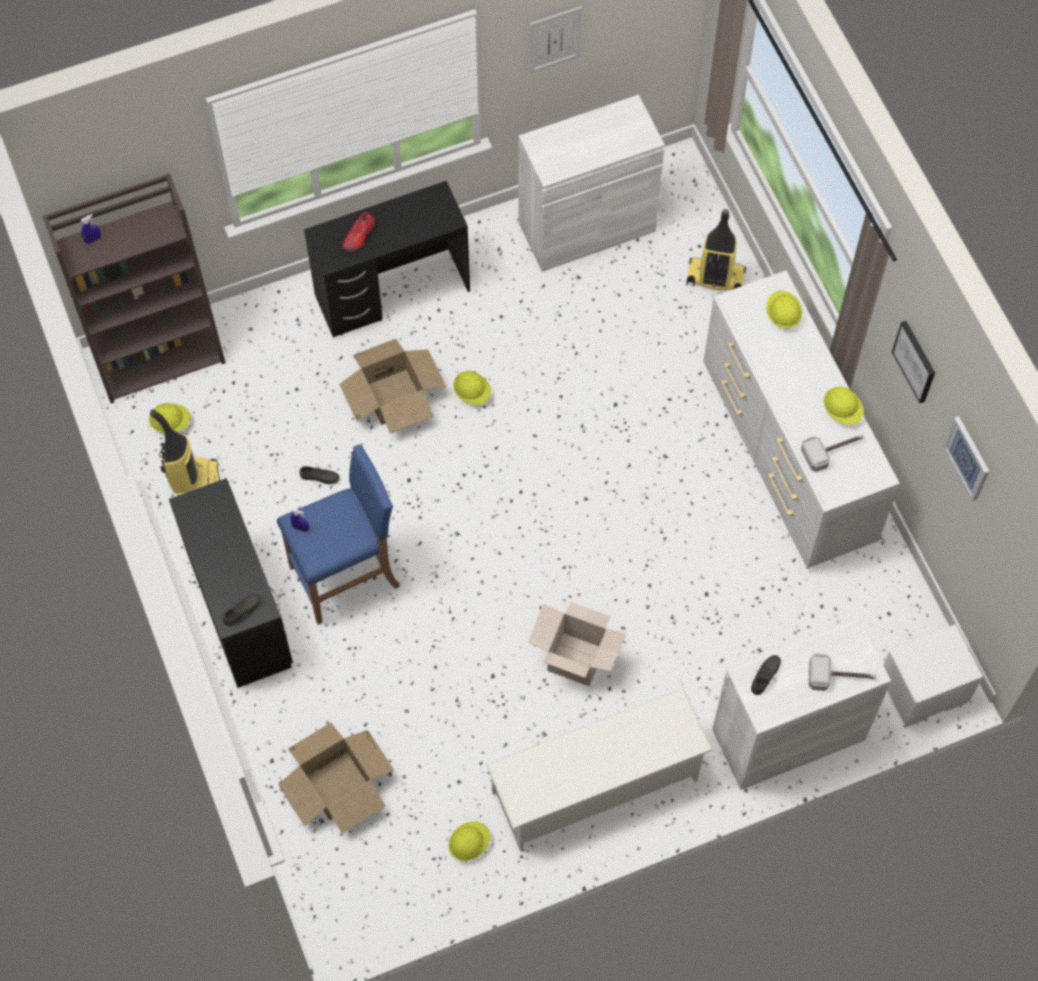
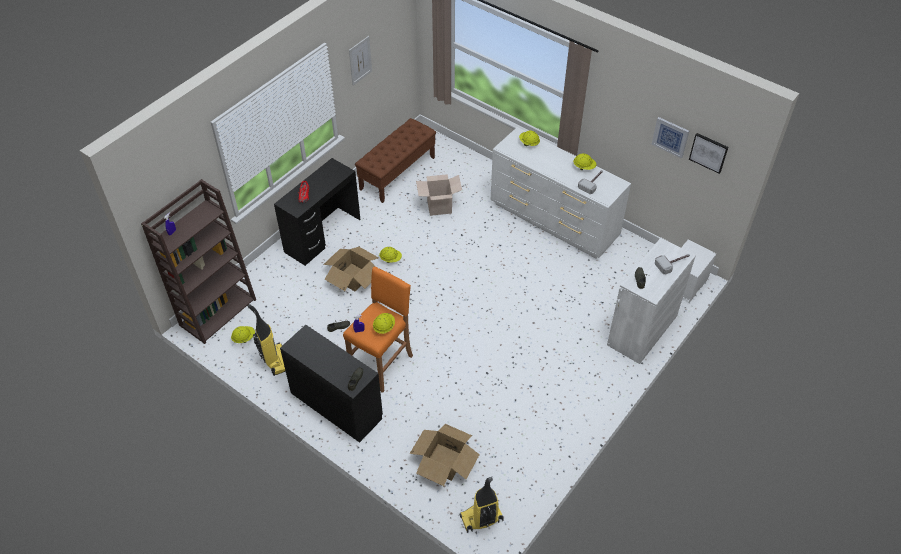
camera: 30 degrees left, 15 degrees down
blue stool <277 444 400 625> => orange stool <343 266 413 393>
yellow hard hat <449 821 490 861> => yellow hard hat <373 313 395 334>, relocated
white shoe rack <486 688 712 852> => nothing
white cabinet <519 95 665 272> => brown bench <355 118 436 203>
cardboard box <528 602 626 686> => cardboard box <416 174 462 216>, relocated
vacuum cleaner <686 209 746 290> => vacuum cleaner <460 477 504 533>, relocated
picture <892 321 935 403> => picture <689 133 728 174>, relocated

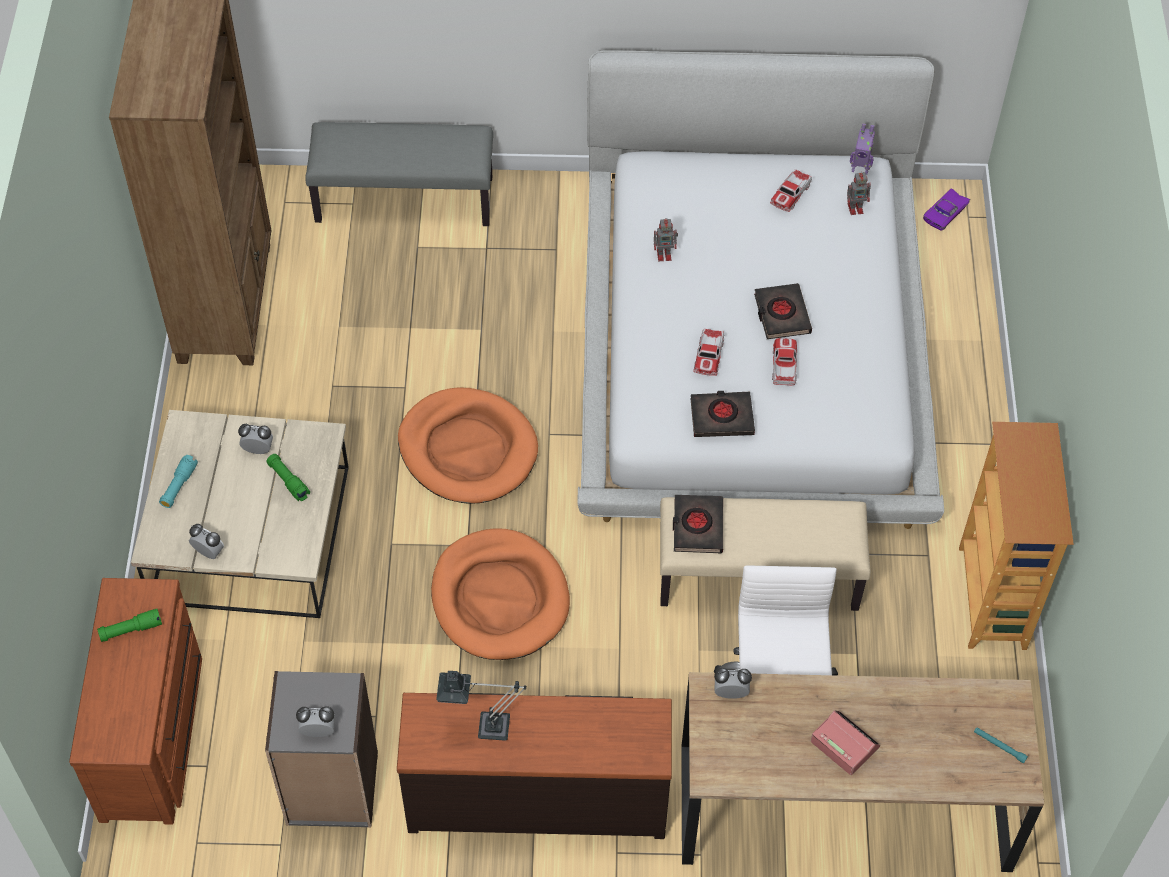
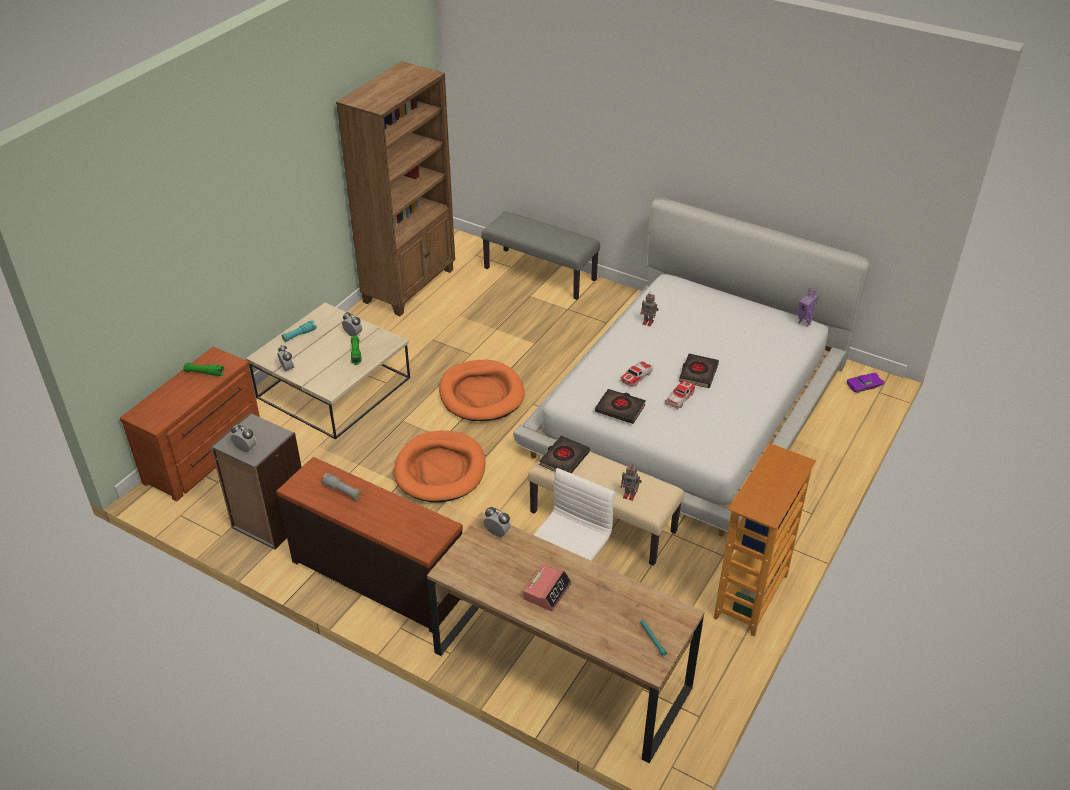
camera: 30 degrees right, 15 degrees down
table lamp <436 671 526 741> => grey flashlight <321 473 362 500>
toy car <770 169 812 212> => nothing
alarm clock <811 710 880 775> => alarm clock <523 564 572 611>, 45 degrees clockwise
toy robot <847 171 871 215> => toy robot <620 463 642 501>, relocated

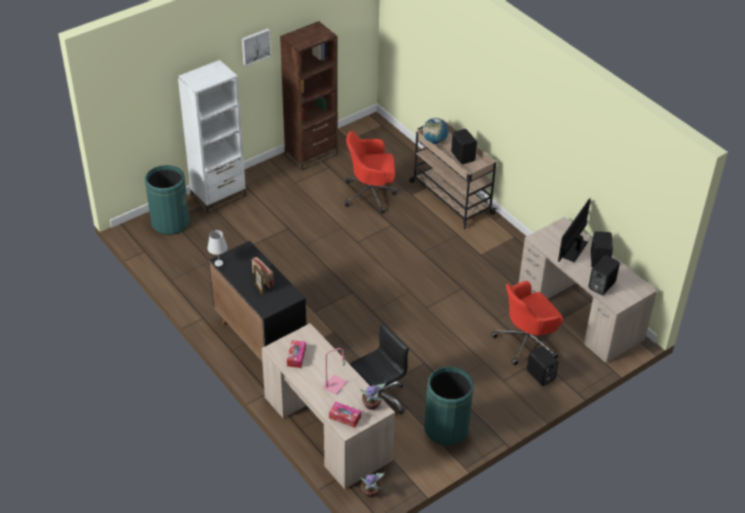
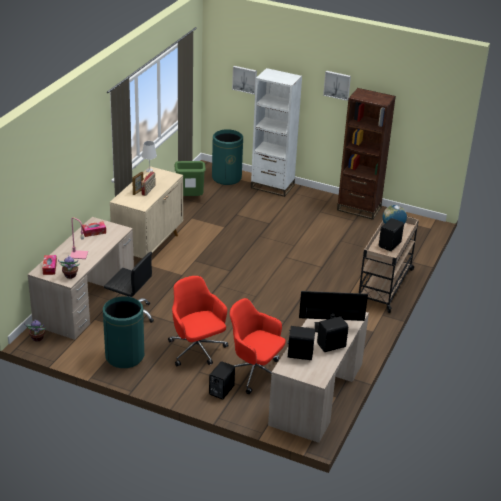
camera: 60 degrees right, 10 degrees down
black cabinet <209 241 306 362> => beige cabinet <110 166 183 258>
red office chair <345 131 397 214> => red office chair <168 276 229 366>, relocated
nothing => green trash can <174 161 206 196>
nothing => picture <232 66 257 95>

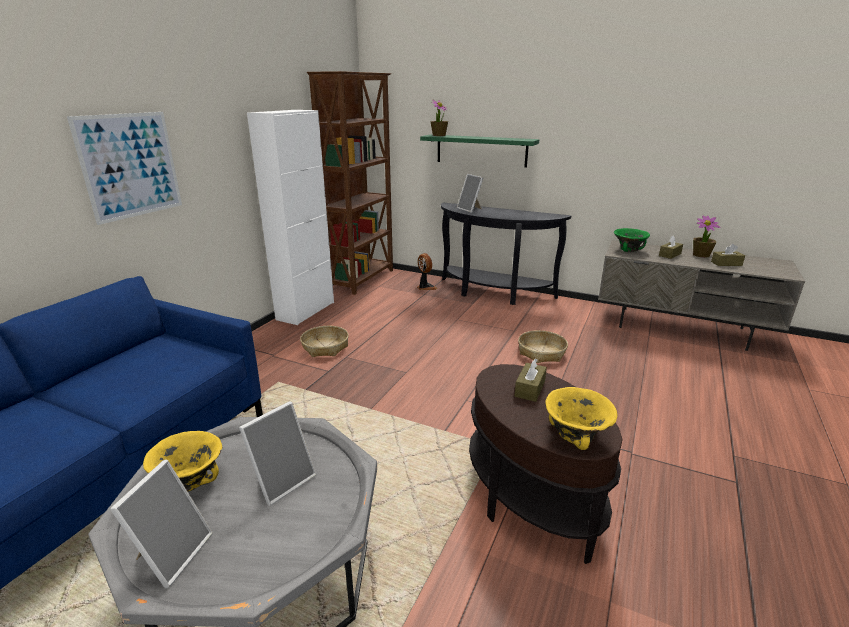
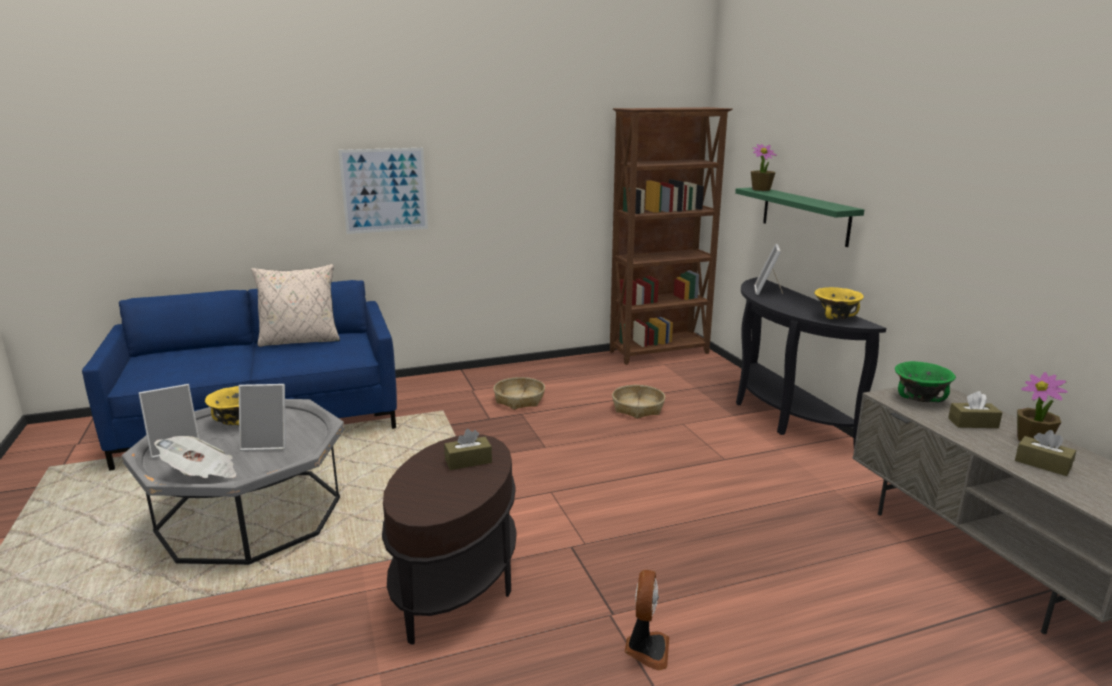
camera: 45 degrees right, 5 degrees down
white cabinet <247 110 334 325> => nothing
fan <417 253 437 290> => fan <625 570 669 670>, relocated
basket <518 330 568 363> => basket <612 385 665 419>, relocated
yellow bowl <546 387 617 450> => yellow bowl <814 287 864 319>, relocated
nothing => newspaper <154 436 236 478>
nothing => beige pillow <251 264 340 347>

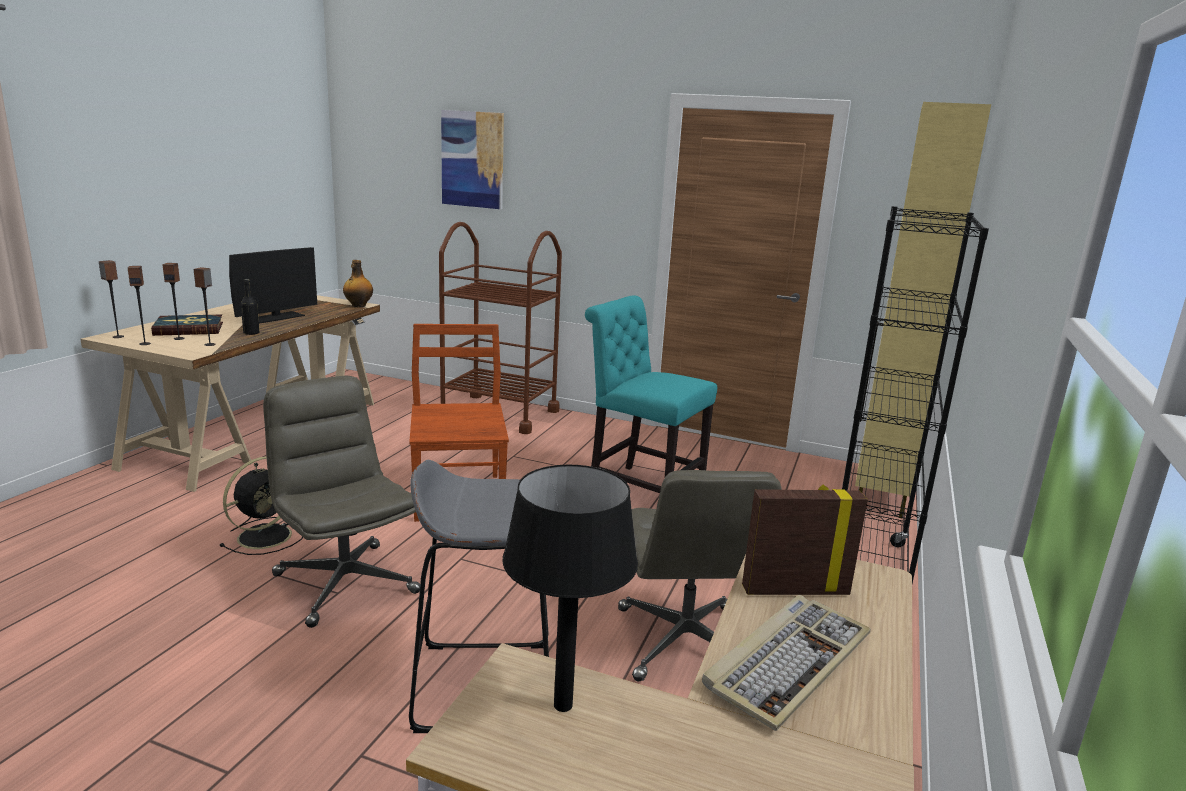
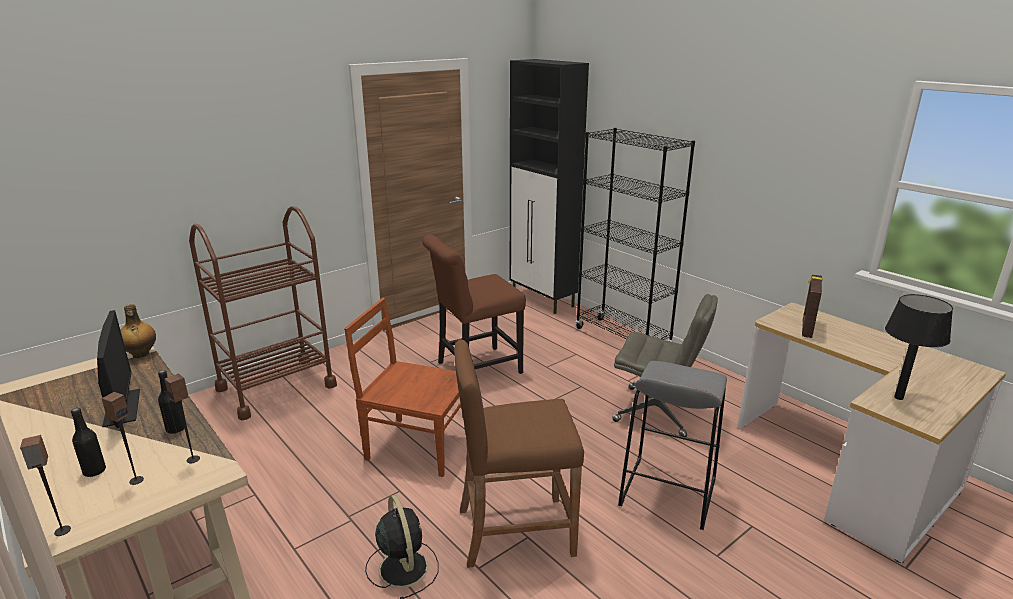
camera: 60 degrees left, 5 degrees up
speaker <128 266 151 345> => nothing
book <151 314 223 336> => black bottle <71 408 106 477>
grey office chair <263 376 420 628> => brown stool <454 340 584 568>
picture <441 110 504 209> => nothing
turquoise chair <585 296 717 493> => brown chair <422 235 526 374>
keyboard <702 595 871 731> => nothing
beige cabinet <855 102 991 519> => black cabinet <510 59 589 314>

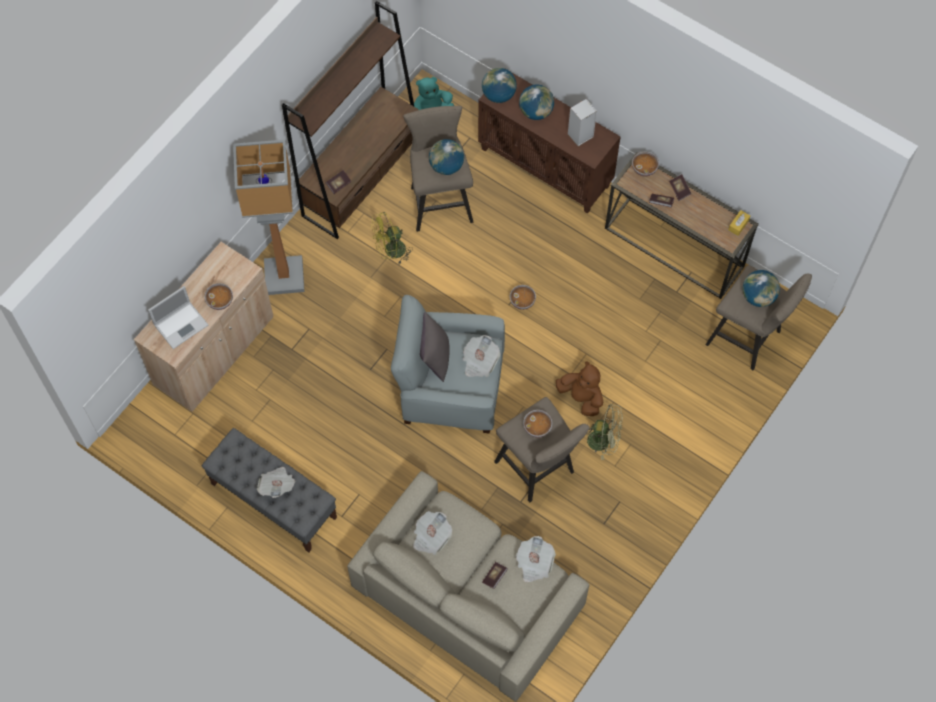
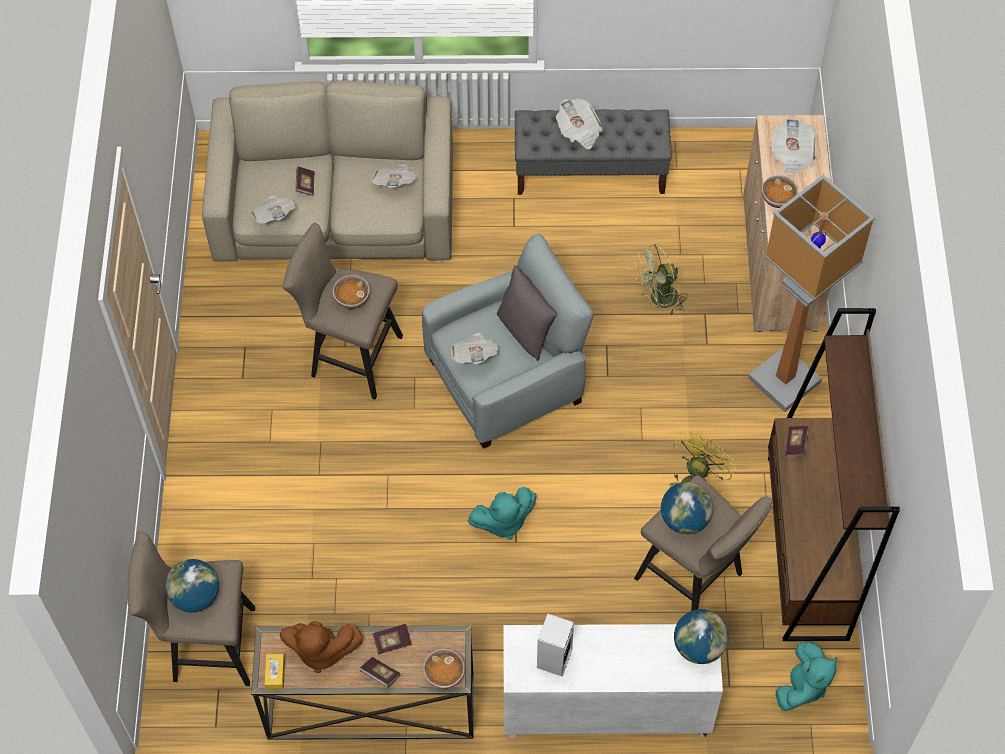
camera: 145 degrees right, 5 degrees down
laptop <148 286 208 349> => newspaper <770 117 817 176>
brown cabinet <478 72 621 214> => white cabinet <503 624 723 738>
bowl <510 285 536 310> => turquoise plush toy <468 487 536 540>
globe <519 84 554 120> => nothing
brown plush toy <556 361 603 416> => brown plush toy <279 621 363 673>, relocated
green fan <586 404 623 460> => green fan <635 244 688 315>, relocated

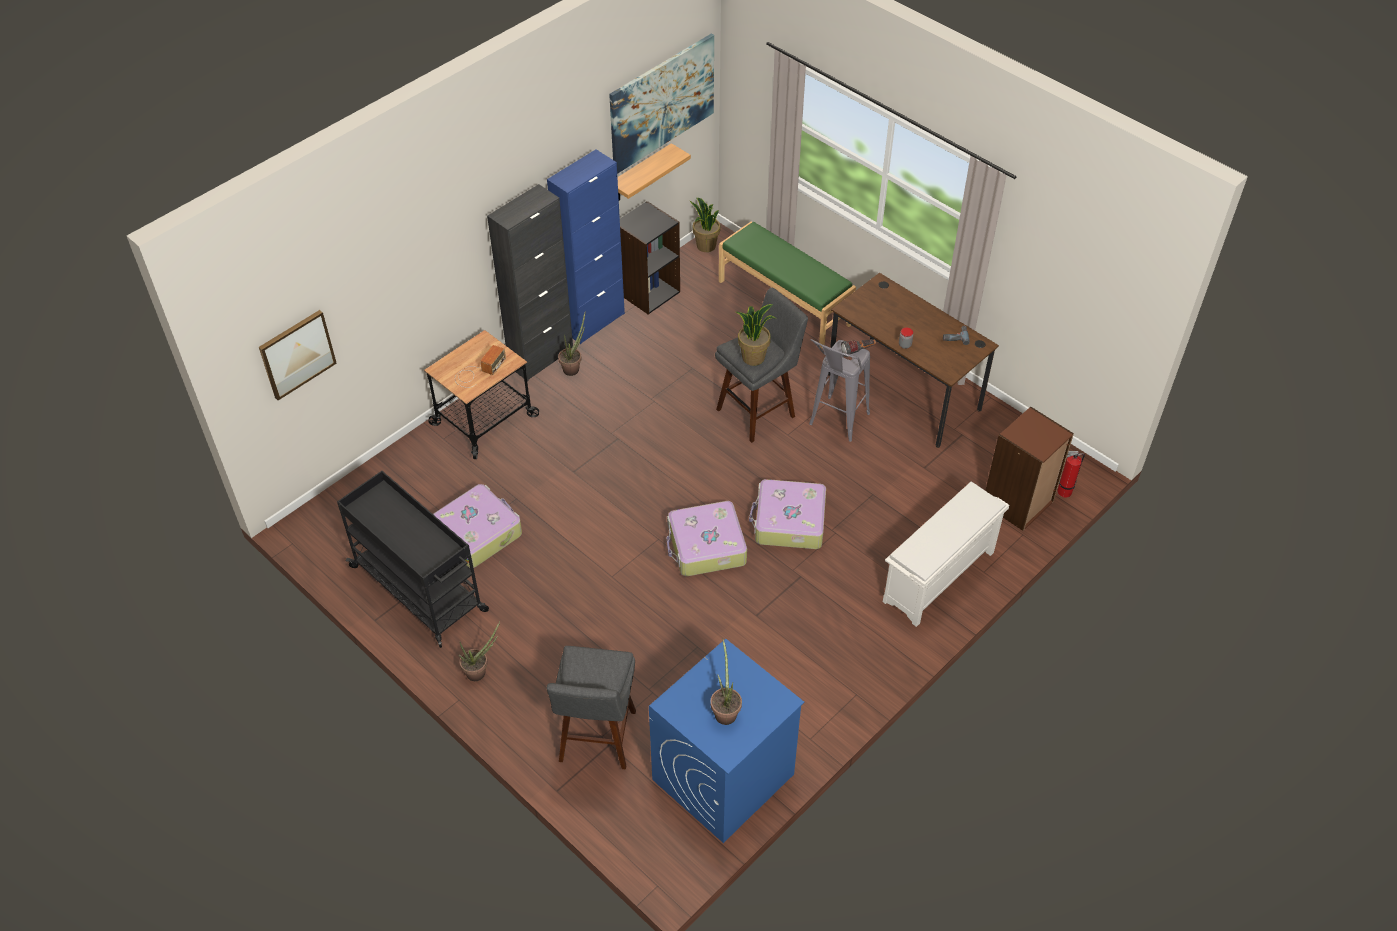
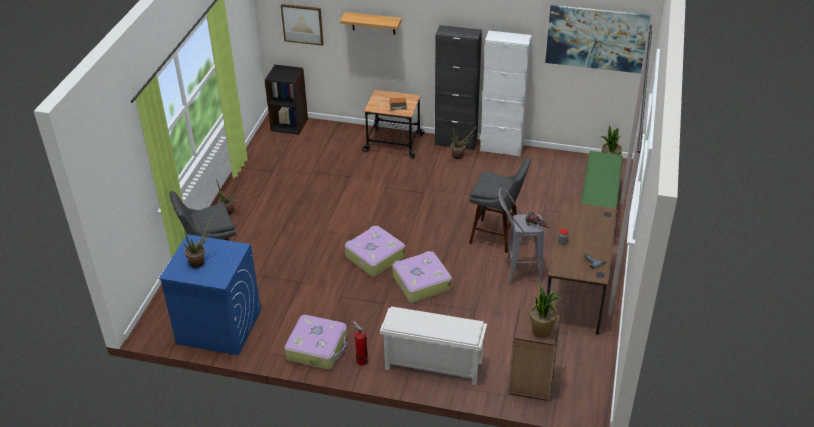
camera: 60 degrees right, 10 degrees down
black cart <337 471 489 648> => nothing
suitcase <433 484 522 568> => suitcase <284 315 348 369>, relocated
blue cabinet <547 149 625 344> => white cabinet <480 31 532 157>
shelf <617 143 691 200> => shelf <340 12 402 35>, relocated
black bookcase <620 201 680 315> => black bookcase <265 64 308 135>, relocated
potted plant <736 304 776 366> => potted plant <530 285 562 338>, relocated
fire extinguisher <1057 451 1085 497> => fire extinguisher <353 321 368 365>, relocated

